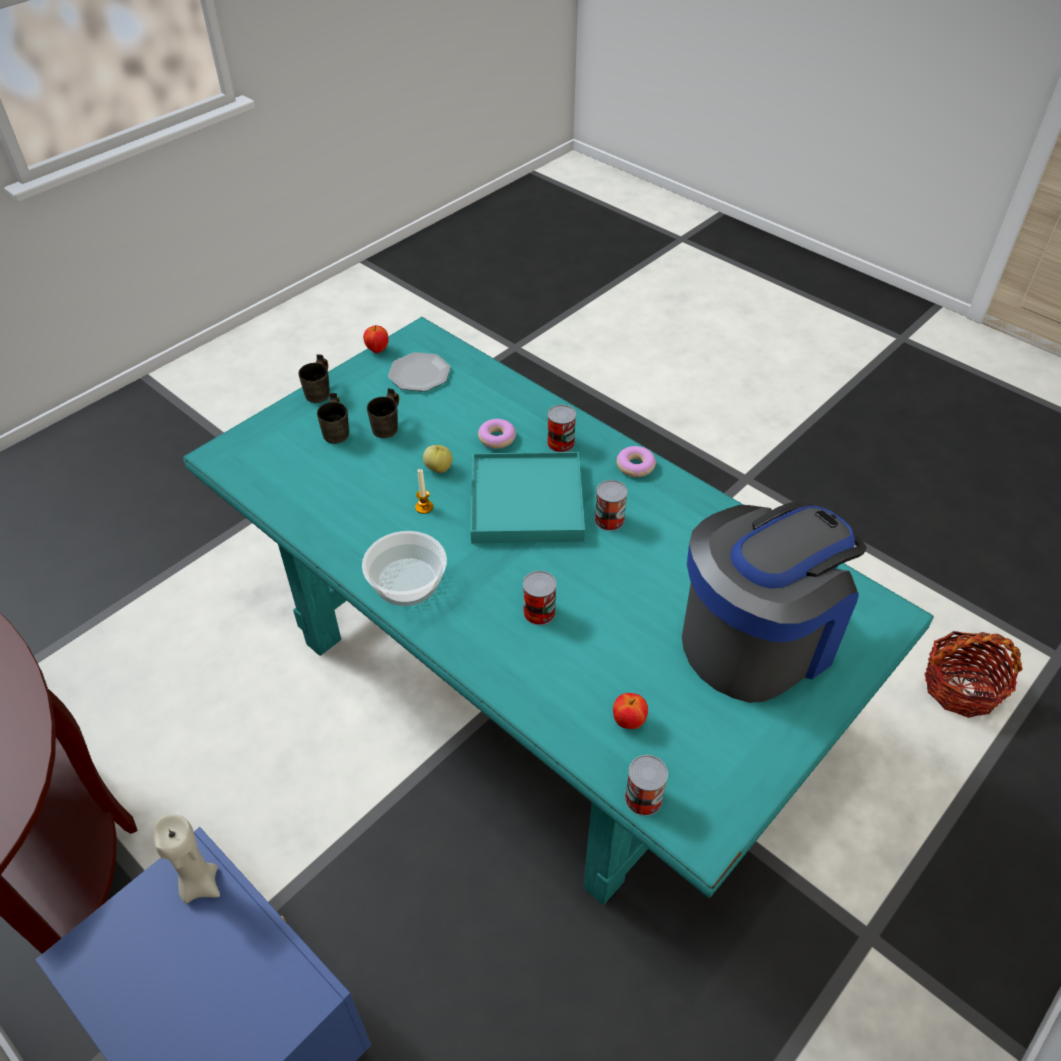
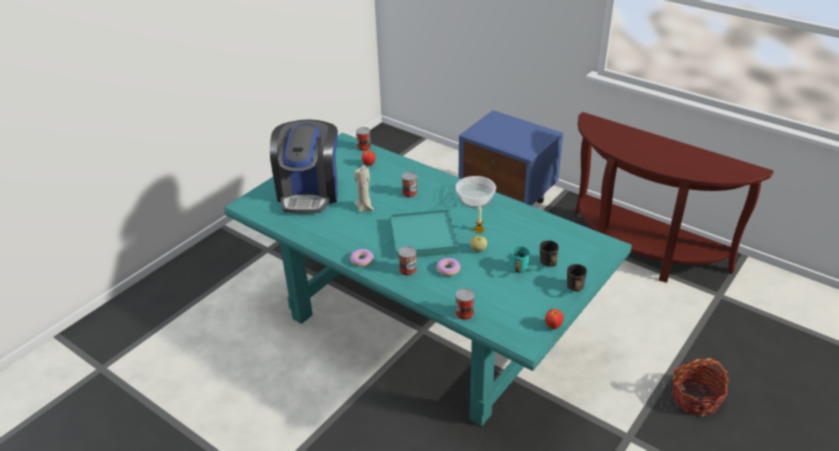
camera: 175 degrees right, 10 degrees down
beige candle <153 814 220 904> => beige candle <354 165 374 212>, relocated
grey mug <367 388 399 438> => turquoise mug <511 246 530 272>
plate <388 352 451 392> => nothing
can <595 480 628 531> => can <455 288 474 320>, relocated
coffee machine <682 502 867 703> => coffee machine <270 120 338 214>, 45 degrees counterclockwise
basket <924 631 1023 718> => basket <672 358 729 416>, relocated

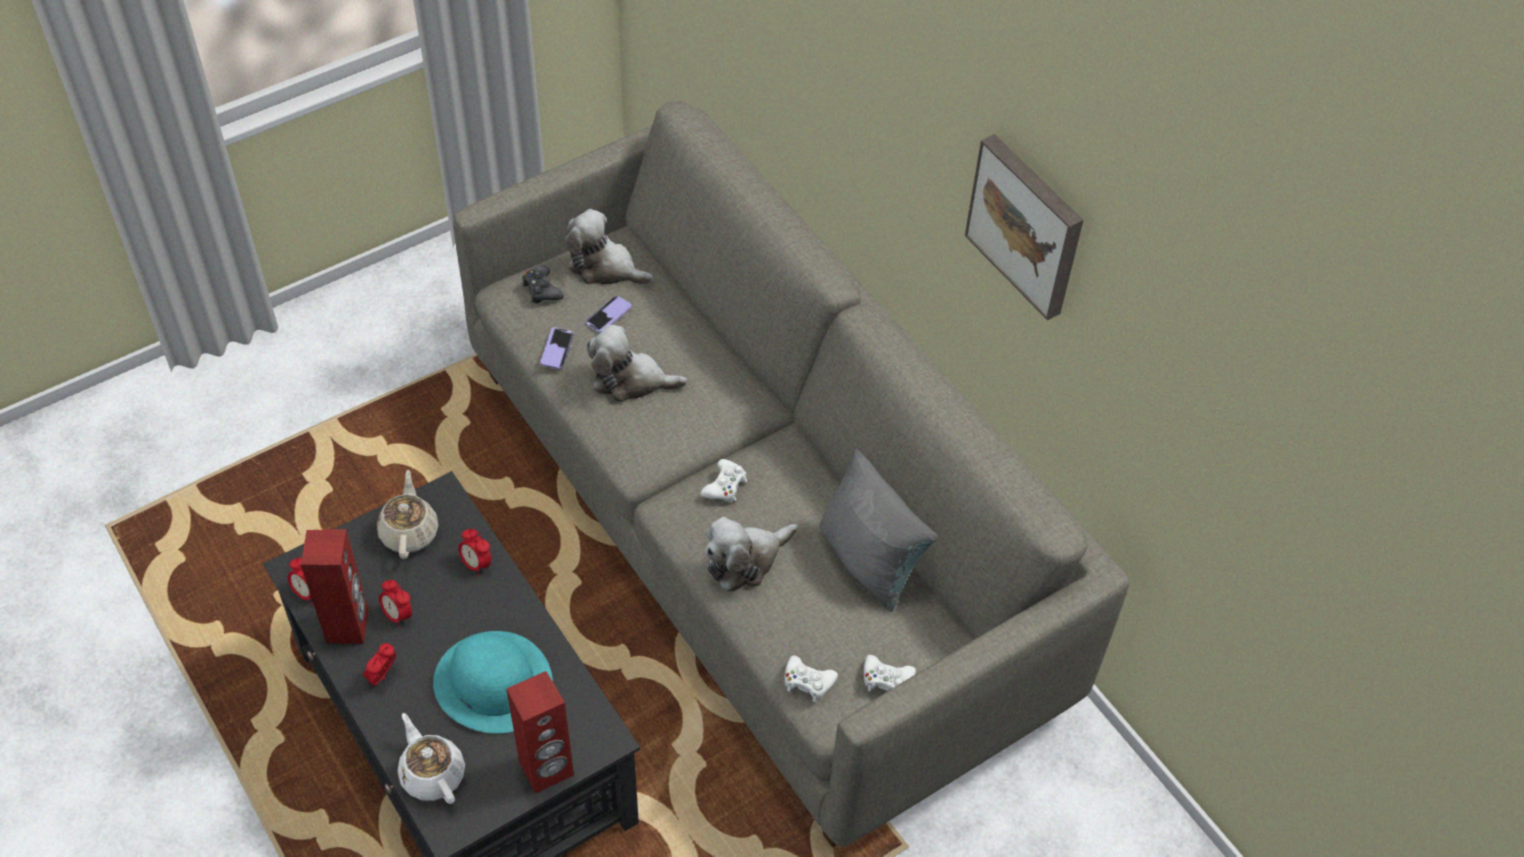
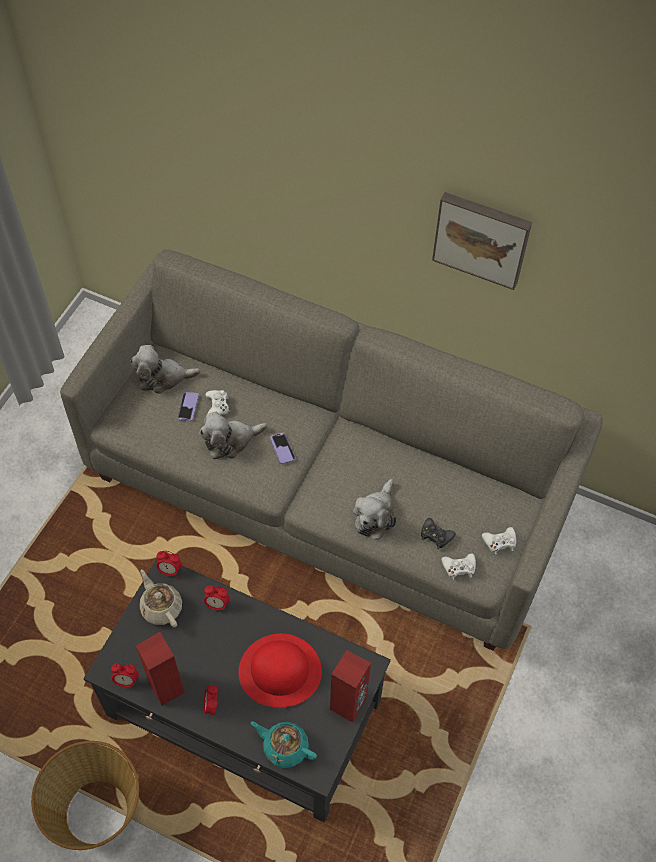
camera: 30 degrees left, 5 degrees up
alarm clock <379 579 412 628> => alarm clock <157 551 182 578>, relocated
white teapot <397 713 465 804> => turquoise teapot <251 721 317 768>
turquoise hat <433 631 553 733> => red hat <238 633 322 707>
black game controller <522 266 564 303> => black game controller <421 518 456 549>, relocated
phone <540 327 574 369> => phone <270 433 295 464>, relocated
white game controller <700 459 747 502> => white game controller <206 390 230 415>, relocated
grey pillow <819 448 938 612> => nothing
nothing => basket <31 741 139 850>

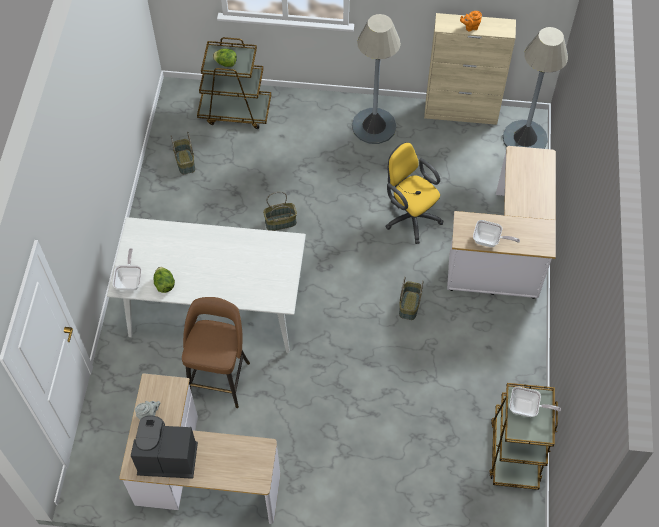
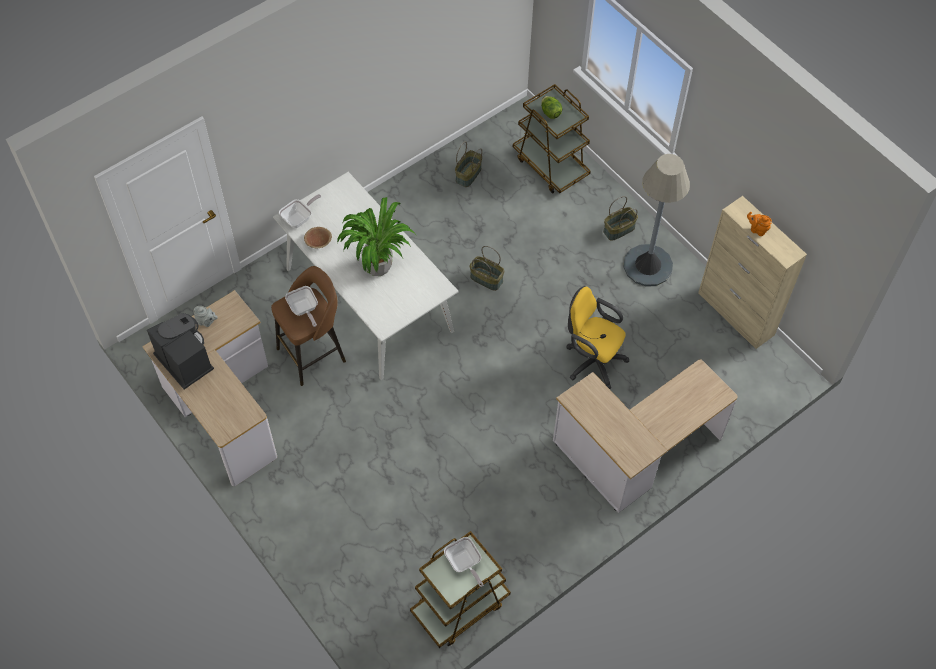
camera: 45 degrees right, 0 degrees up
lettuce <154 267 175 293> => brown bowl <304 227 332 248>
yellow office chair <385 142 443 244> => yellow office chair <566 286 629 389>, 60 degrees counterclockwise
basket <399 277 424 320> => basket <603 196 638 241>, relocated
frying pan <473 220 520 247> => frying pan <285 286 318 327>, relocated
grey floor lamp <503 27 568 149> => nothing
nothing => potted plant <337 197 416 276>

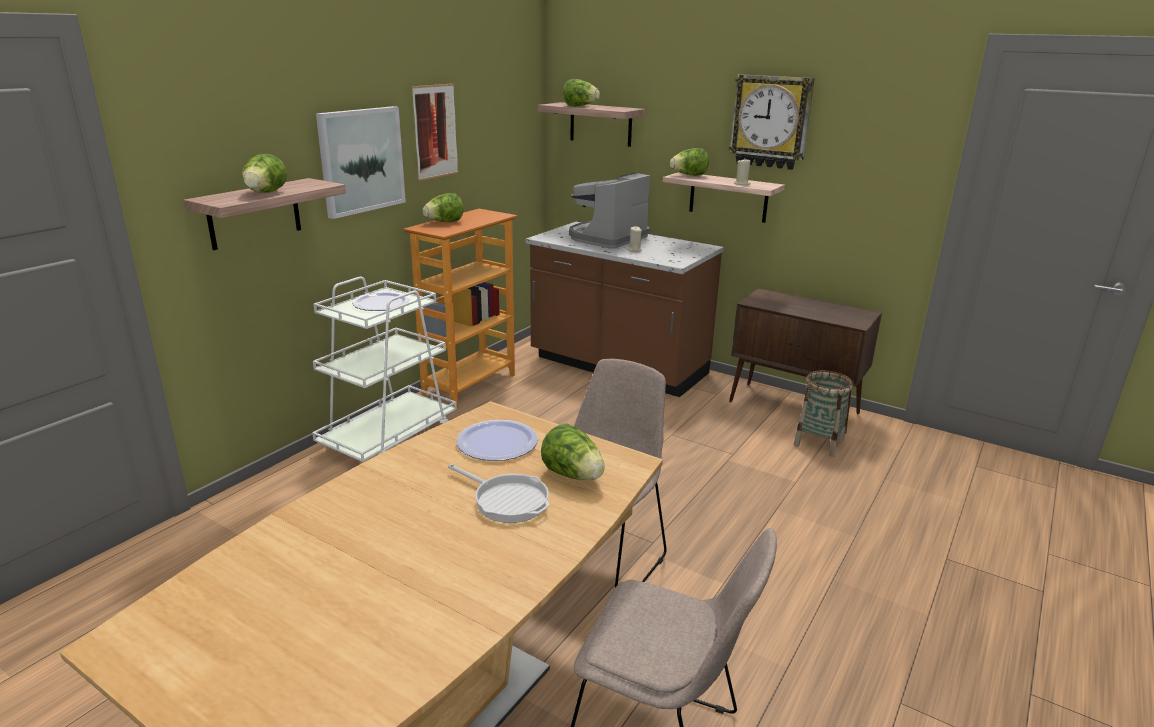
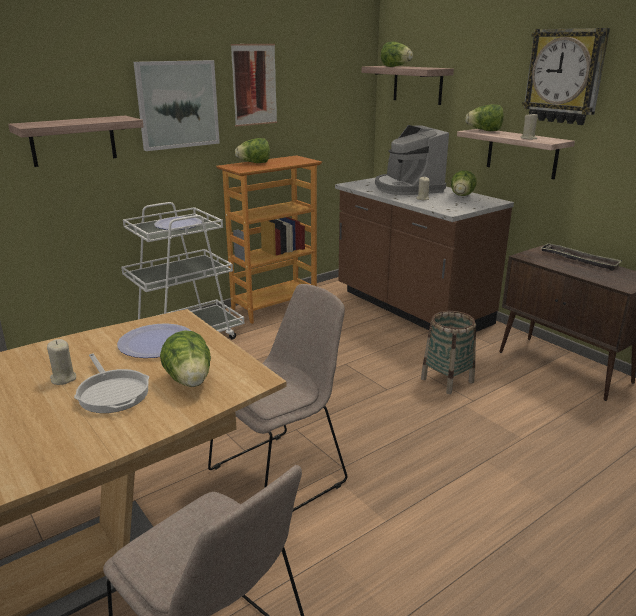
camera: 20 degrees right, 0 degrees up
lettuce <242 154 287 193> => lettuce <451 170 477 196>, relocated
coffee machine <569 172 650 249> => coffee machine <375 125 449 195>, 75 degrees counterclockwise
basket <794 370 853 457> => basket <421 311 476 394>, relocated
nothing => beige candle <47 339 76 385>
nothing => tray <541 243 622 271>

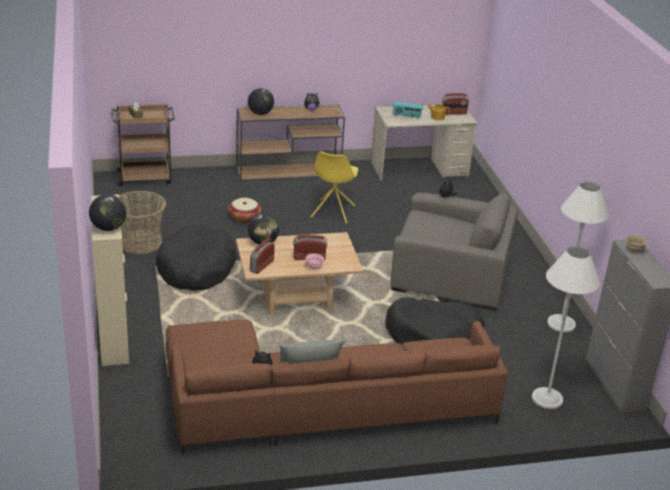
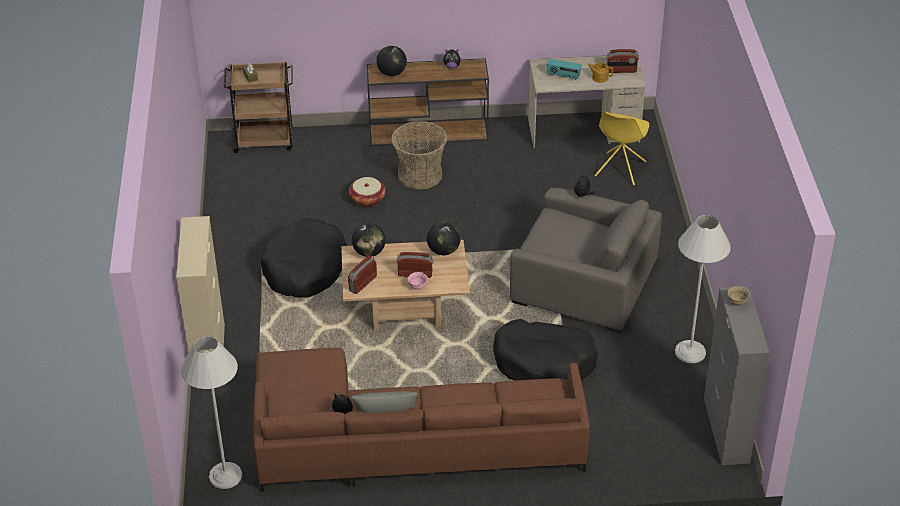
camera: 10 degrees right, 10 degrees up
globe <89 194 127 231> => globe <427 222 461 255>, relocated
basket <119 191 166 254> => basket <391 121 447 189>, relocated
yellow chair <311 151 358 223> => yellow chair <595 112 649 185>, relocated
white floor lamp <532 246 600 409> => white floor lamp <181 336 242 489>, relocated

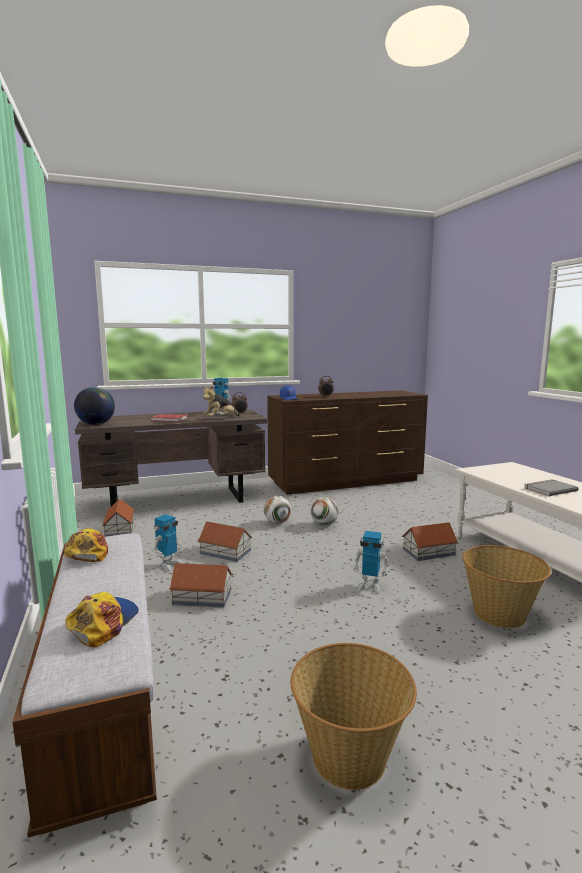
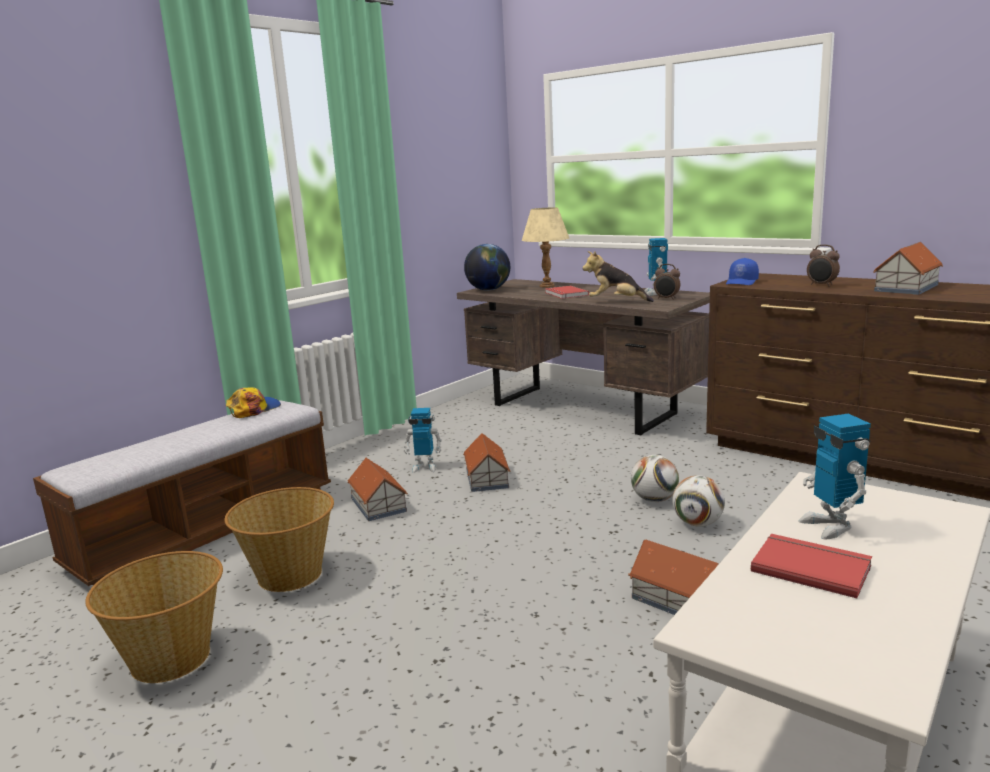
camera: 60 degrees right, 5 degrees up
cap <65 592 139 647> => nothing
toy house <102 498 135 537> => toy house <874 242 943 295>, relocated
football <264 496 291 524> => football <672 475 725 527>, relocated
toy robot <353 531 389 594> => toy robot <798 414 871 540>, relocated
basket <463 545 551 628> => basket <225 487 334 592>, relocated
grey book <525 479 579 496> => red book <751 534 872 598>
nothing => beige table lamp <522 207 569 288>

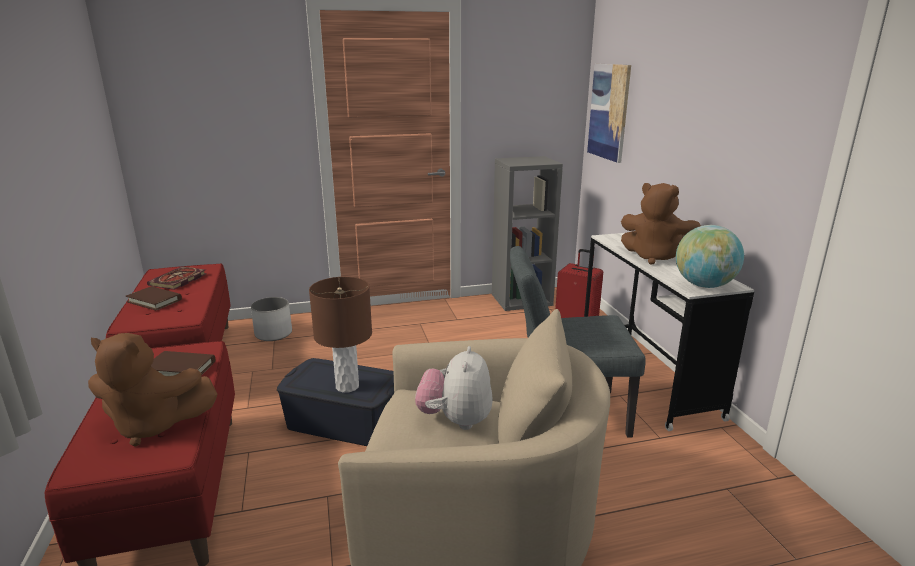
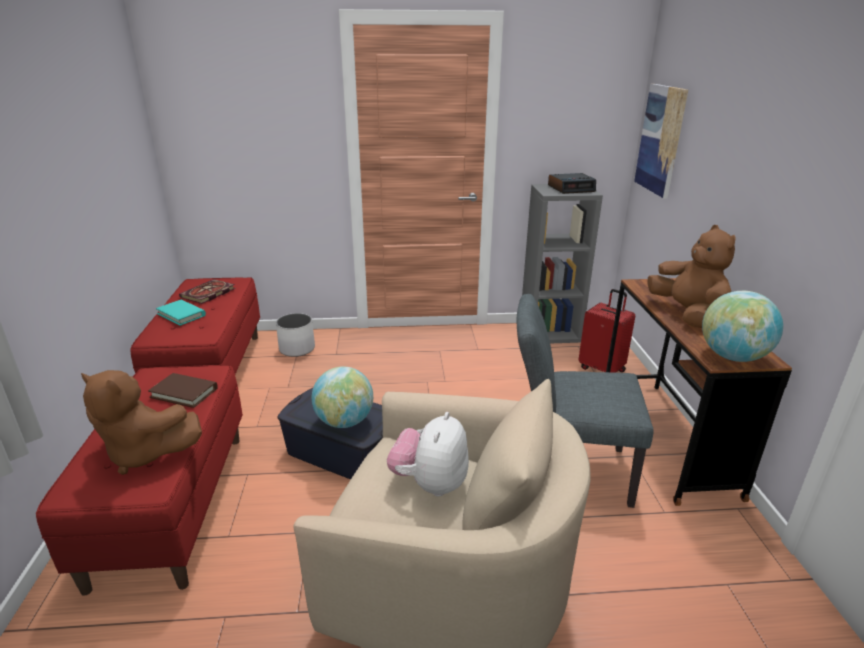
camera: 10 degrees right, 5 degrees up
brown book <126 286 182 311> => turquoise book <156 300 206 326>
brown table lamp <309 277 372 393> => globe <312 366 373 428>
white desk <584 233 754 431> => brown desk <606 278 792 506>
brown plush toy <621 183 701 265> => brown plush toy <647 225 736 328>, 150 degrees counterclockwise
nothing => alarm clock <548 173 596 194>

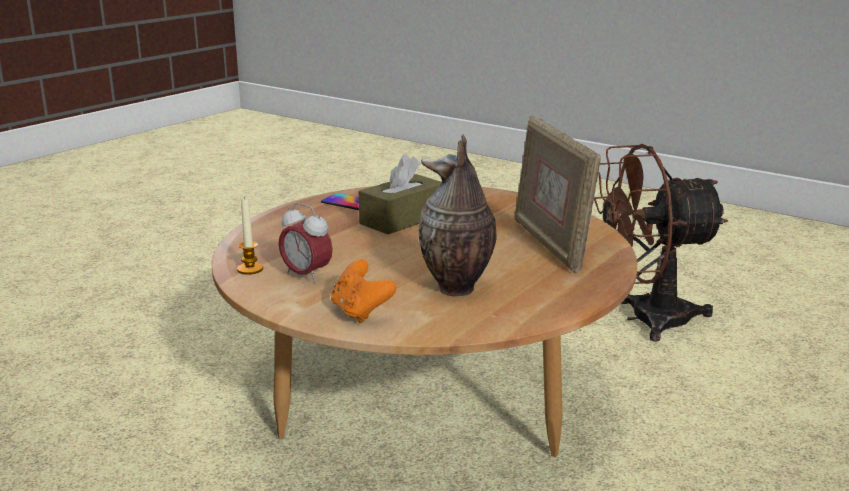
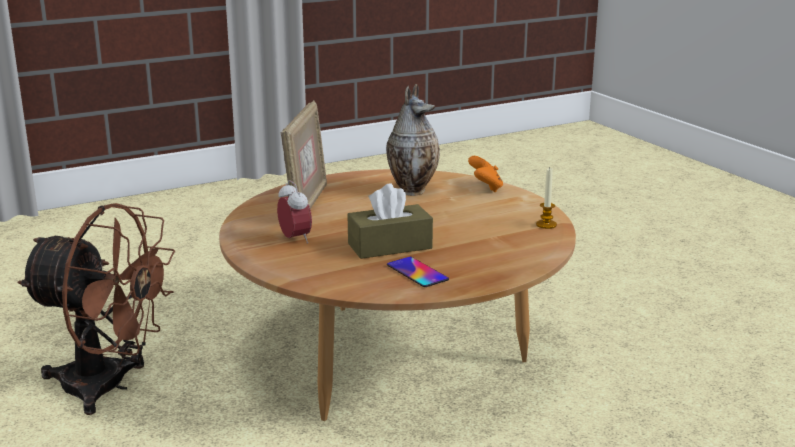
camera: 155 degrees left, 0 degrees up
alarm clock <279 203 333 284> => alarm clock <277 180 312 244>, relocated

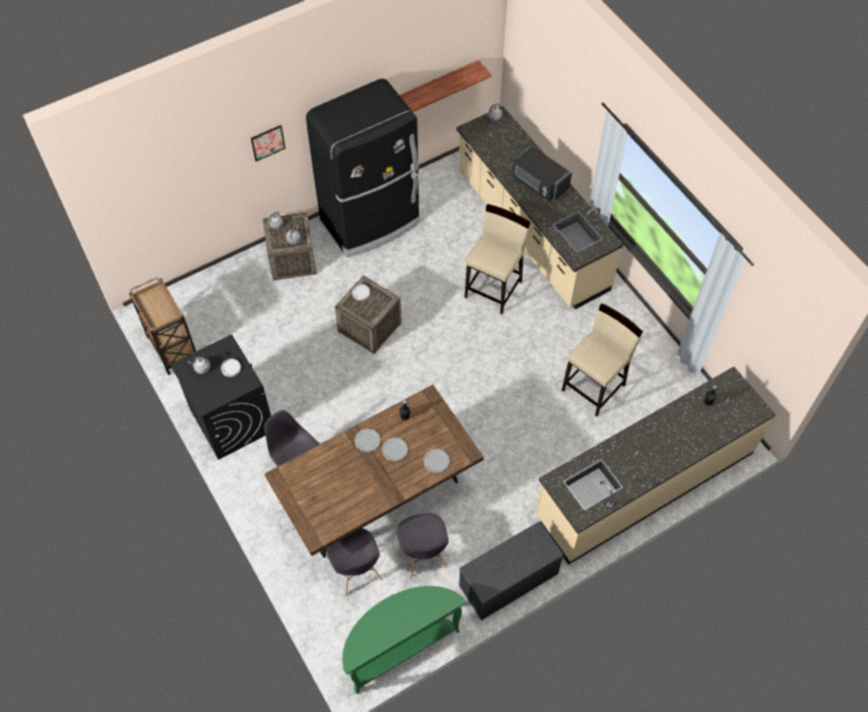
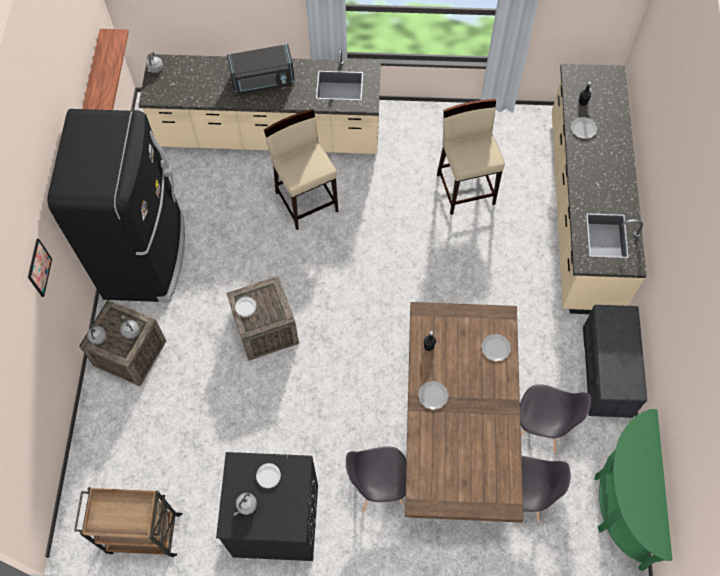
camera: 55 degrees left, 5 degrees up
plate <382 437 408 461> => plate <571 117 597 139>, relocated

